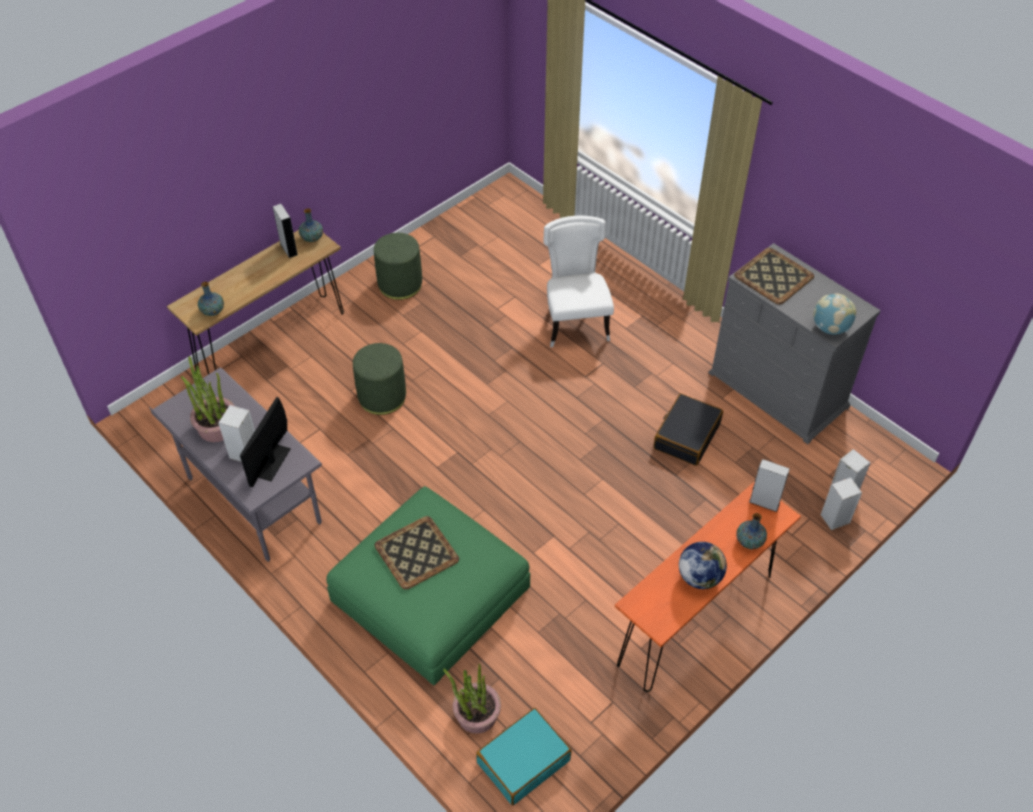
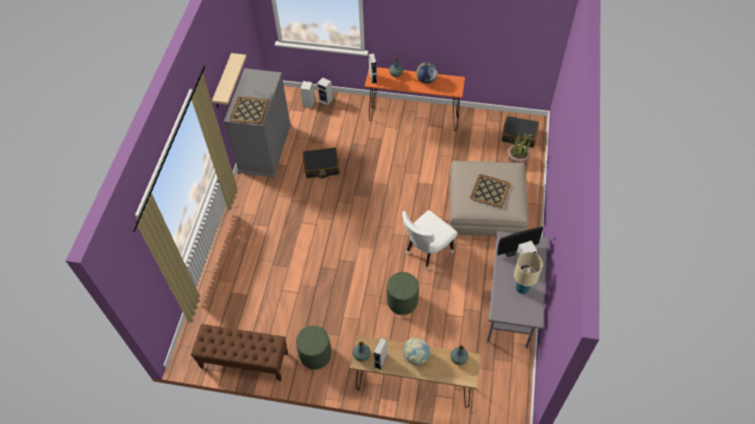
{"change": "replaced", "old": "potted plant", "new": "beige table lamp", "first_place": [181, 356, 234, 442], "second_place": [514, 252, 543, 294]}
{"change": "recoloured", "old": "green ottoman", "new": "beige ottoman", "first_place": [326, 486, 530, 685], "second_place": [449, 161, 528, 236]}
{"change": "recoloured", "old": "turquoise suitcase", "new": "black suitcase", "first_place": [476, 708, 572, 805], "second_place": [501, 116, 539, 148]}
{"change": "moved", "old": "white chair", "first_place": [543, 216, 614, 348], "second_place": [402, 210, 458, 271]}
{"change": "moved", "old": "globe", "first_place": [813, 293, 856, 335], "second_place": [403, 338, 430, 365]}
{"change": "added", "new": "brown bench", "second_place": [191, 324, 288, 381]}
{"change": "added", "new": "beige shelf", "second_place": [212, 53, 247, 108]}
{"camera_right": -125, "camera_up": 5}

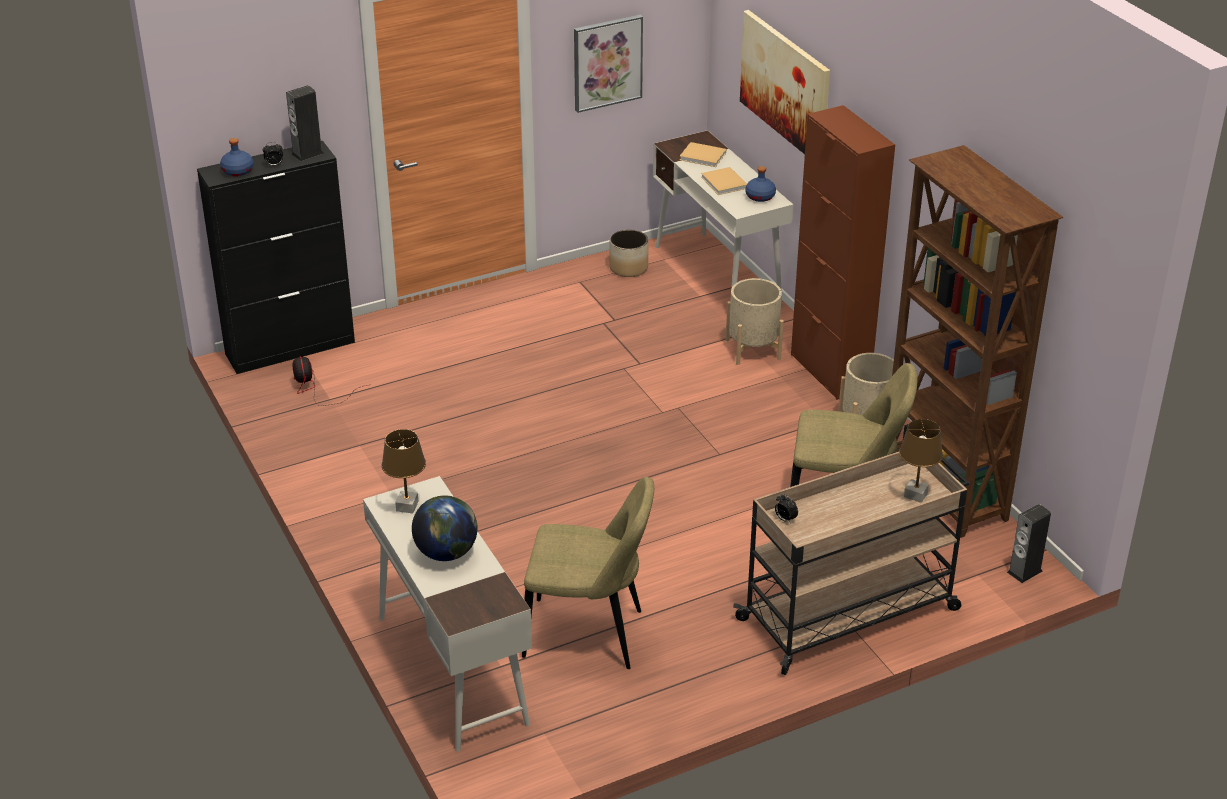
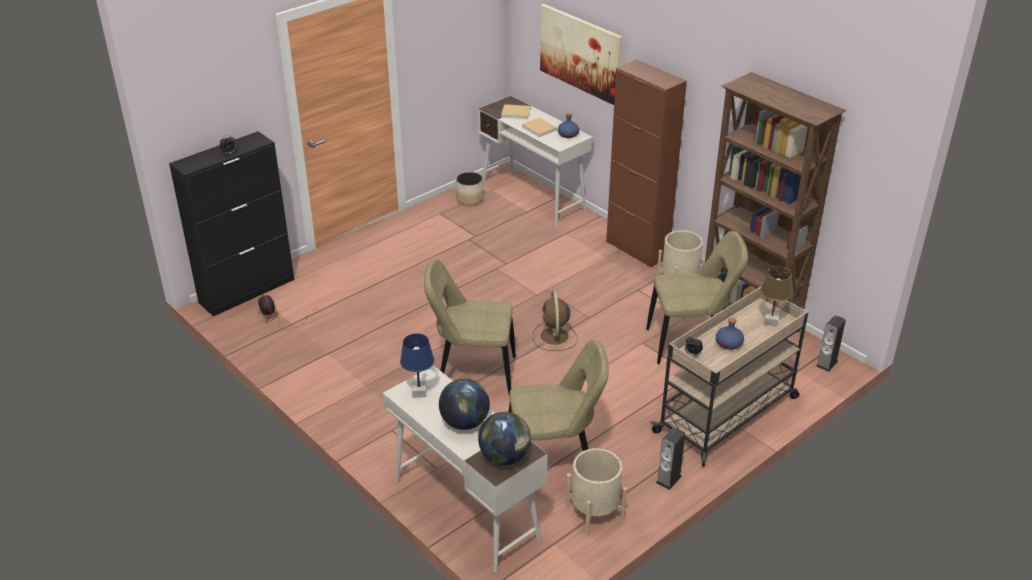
{"change": "moved", "old": "blue bottle", "first_place": [220, 138, 254, 177], "second_place": [716, 318, 744, 350]}
{"change": "moved", "old": "speaker", "first_place": [286, 85, 324, 161], "second_place": [656, 427, 685, 490]}
{"change": "recoloured", "old": "brown table lamp", "new": "blue table lamp", "first_place": [381, 429, 426, 513], "second_place": [400, 333, 434, 398]}
{"change": "removed", "old": "picture", "first_place": [574, 15, 643, 113]}
{"change": "moved", "old": "beige planter", "first_place": [726, 278, 784, 365], "second_place": [566, 448, 627, 534]}
{"change": "added", "new": "beige chair", "second_place": [424, 259, 516, 394]}
{"change": "added", "new": "globe", "second_place": [478, 412, 531, 465]}
{"change": "added", "new": "brown fan", "second_place": [533, 290, 578, 351]}
{"camera_right": -15, "camera_up": 0}

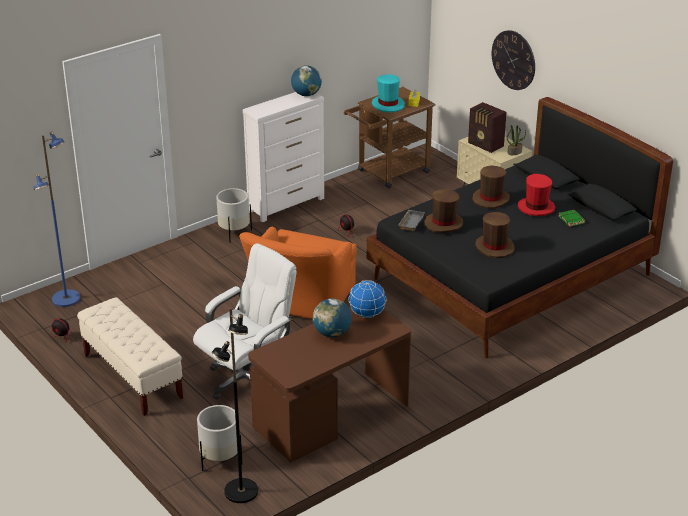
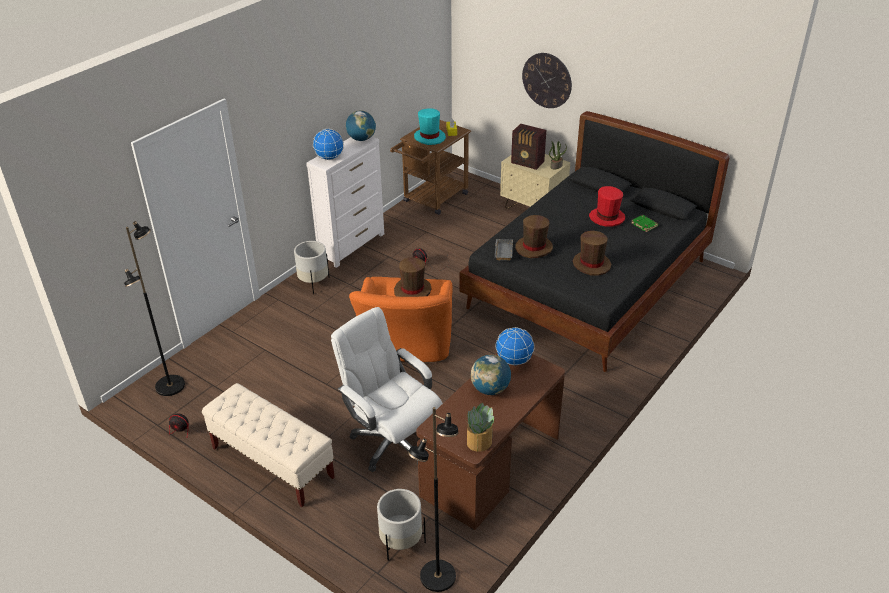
{"change": "recoloured", "old": "blue floor lamp", "new": "black floor lamp", "first_place": [33, 132, 80, 307], "second_place": [124, 221, 185, 396]}
{"change": "turned", "old": "white office chair", "first_place": [193, 244, 297, 400], "second_place": [331, 307, 443, 472], "degrees": -75}
{"change": "moved", "old": "brown hat", "first_place": [472, 166, 510, 209], "second_place": [394, 257, 431, 297]}
{"change": "added", "new": "globe", "second_place": [313, 129, 344, 160]}
{"change": "added", "new": "potted plant", "second_place": [463, 403, 494, 452]}
{"camera_right": -15, "camera_up": 5}

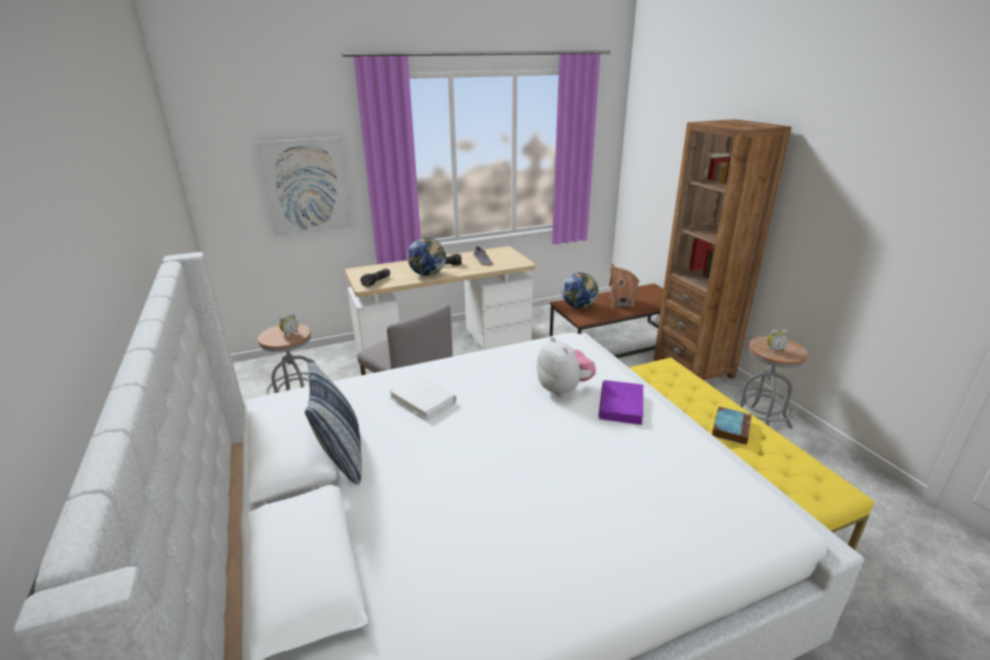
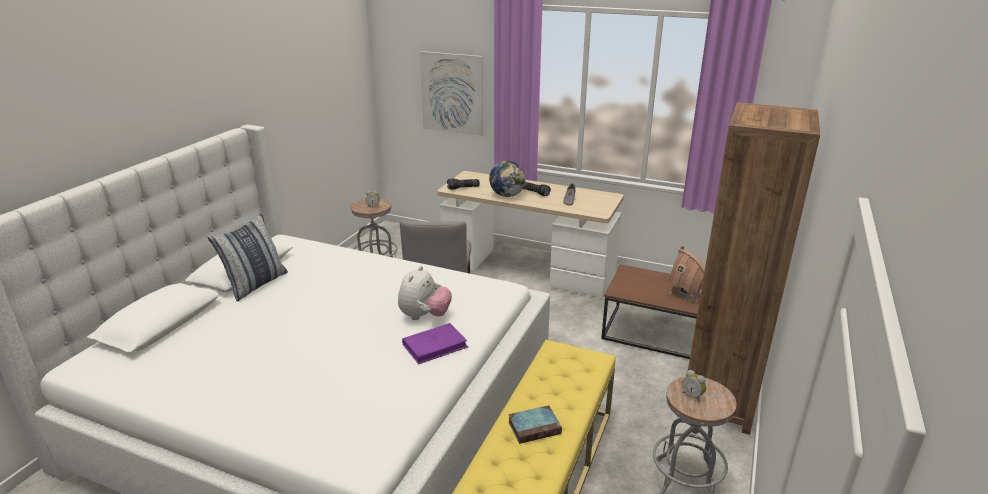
{"change": "removed", "old": "white book", "first_place": [389, 375, 457, 421]}
{"change": "removed", "old": "globe", "first_place": [562, 273, 598, 308]}
{"camera_right": 45, "camera_up": 0}

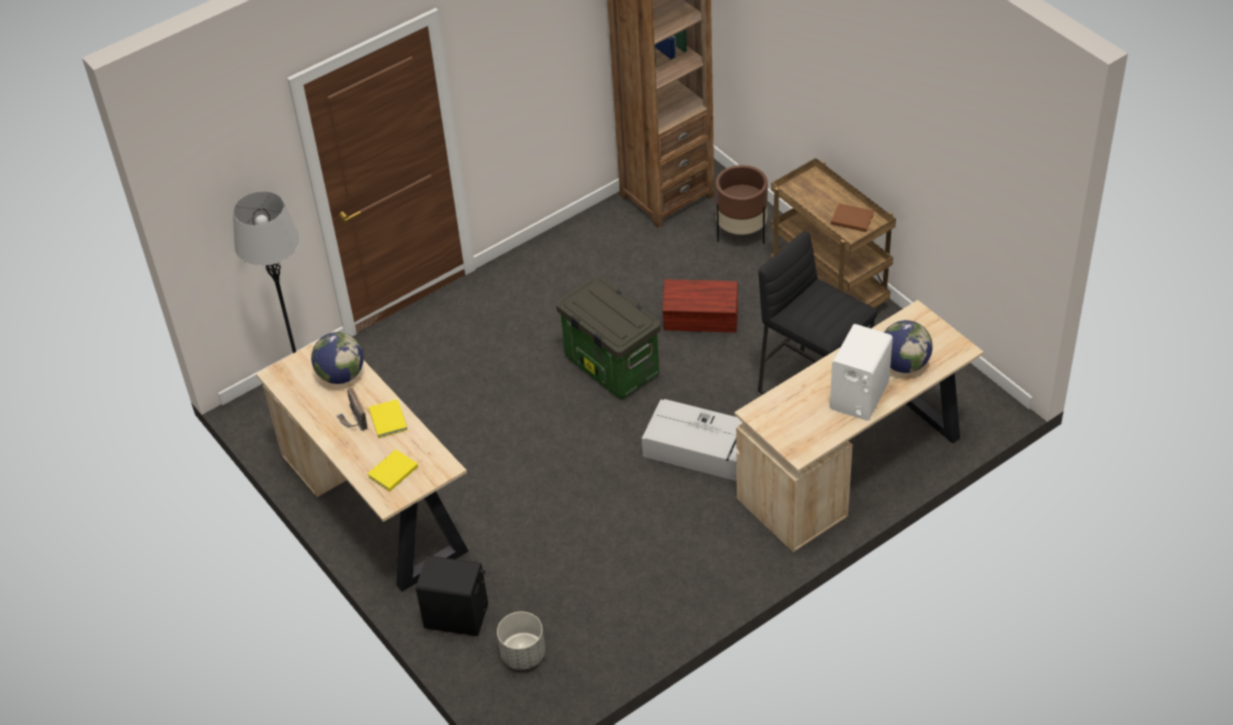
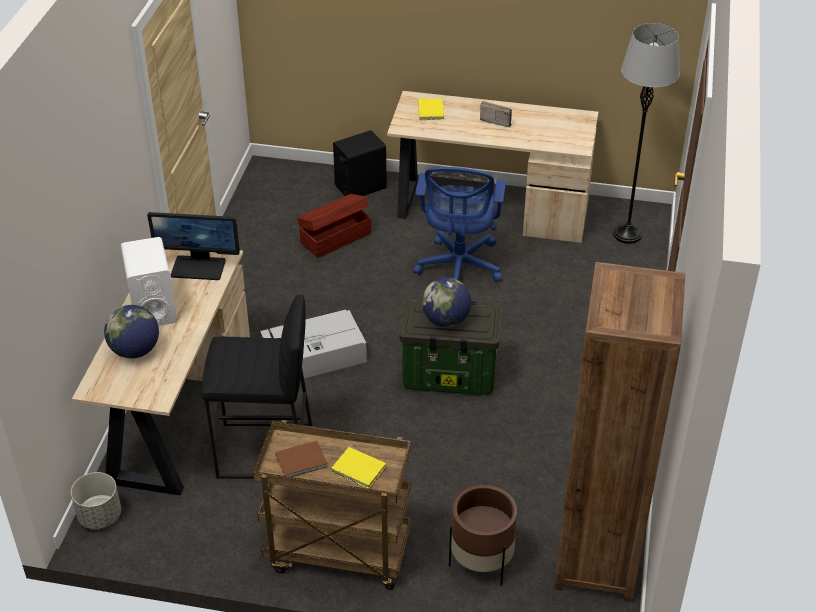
{"change": "moved", "old": "globe", "first_place": [311, 332, 364, 384], "second_place": [422, 277, 471, 327]}
{"change": "moved", "old": "yellow book", "first_place": [369, 399, 407, 438], "second_place": [331, 447, 386, 489]}
{"change": "moved", "old": "grey planter", "first_place": [497, 612, 545, 670], "second_place": [71, 472, 121, 529]}
{"change": "moved", "old": "brown storage box", "first_place": [663, 279, 738, 332], "second_place": [297, 194, 371, 258]}
{"change": "added", "new": "monitor", "second_place": [147, 212, 240, 280]}
{"change": "added", "new": "blue office chair", "second_place": [413, 167, 506, 282]}
{"camera_right": 135, "camera_up": -5}

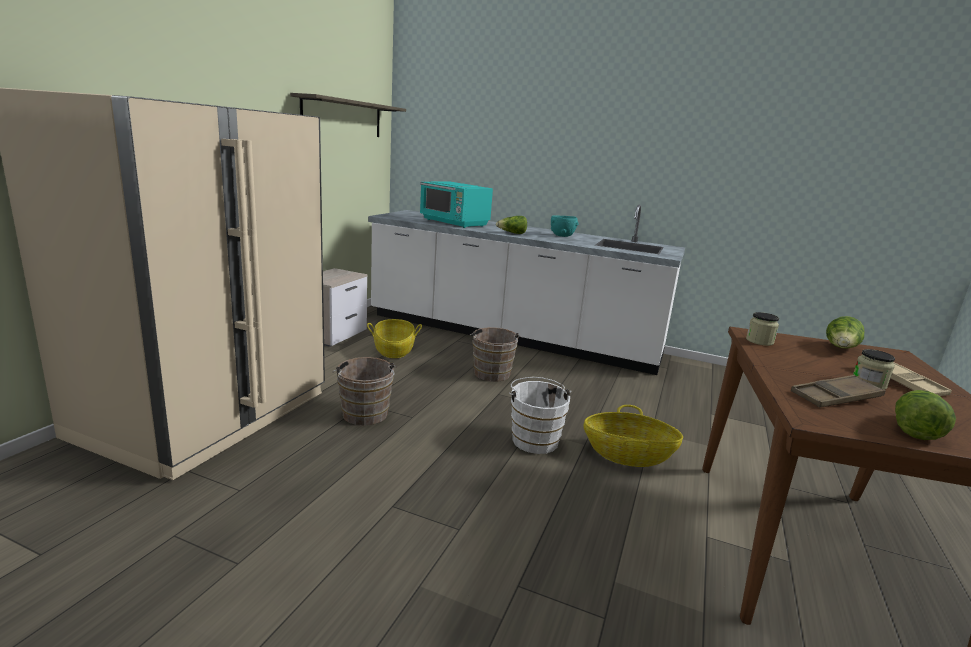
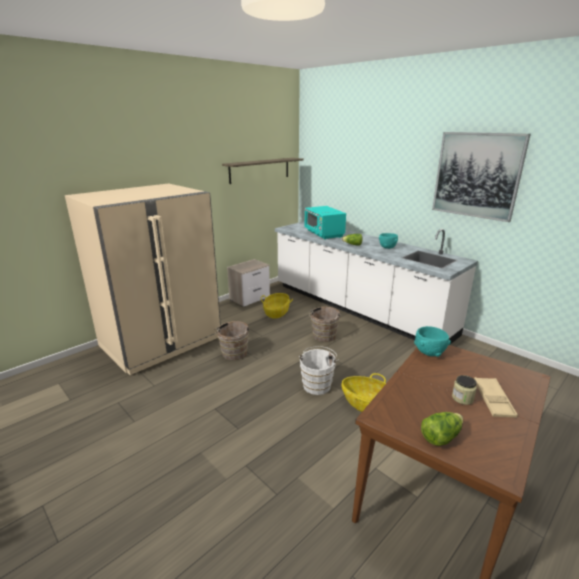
{"change": "replaced", "old": "jar", "new": "turquoise bowl", "first_place": [746, 312, 779, 346], "second_place": [414, 326, 451, 357]}
{"change": "removed", "old": "brown tray", "first_place": [791, 375, 886, 407]}
{"change": "removed", "old": "lettuce", "first_place": [826, 316, 865, 349]}
{"change": "added", "new": "picture", "second_place": [432, 132, 531, 222]}
{"camera_right": 25, "camera_up": 5}

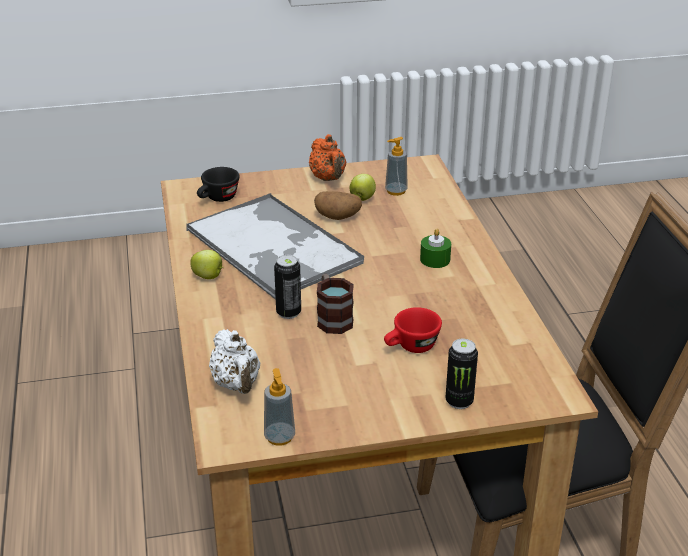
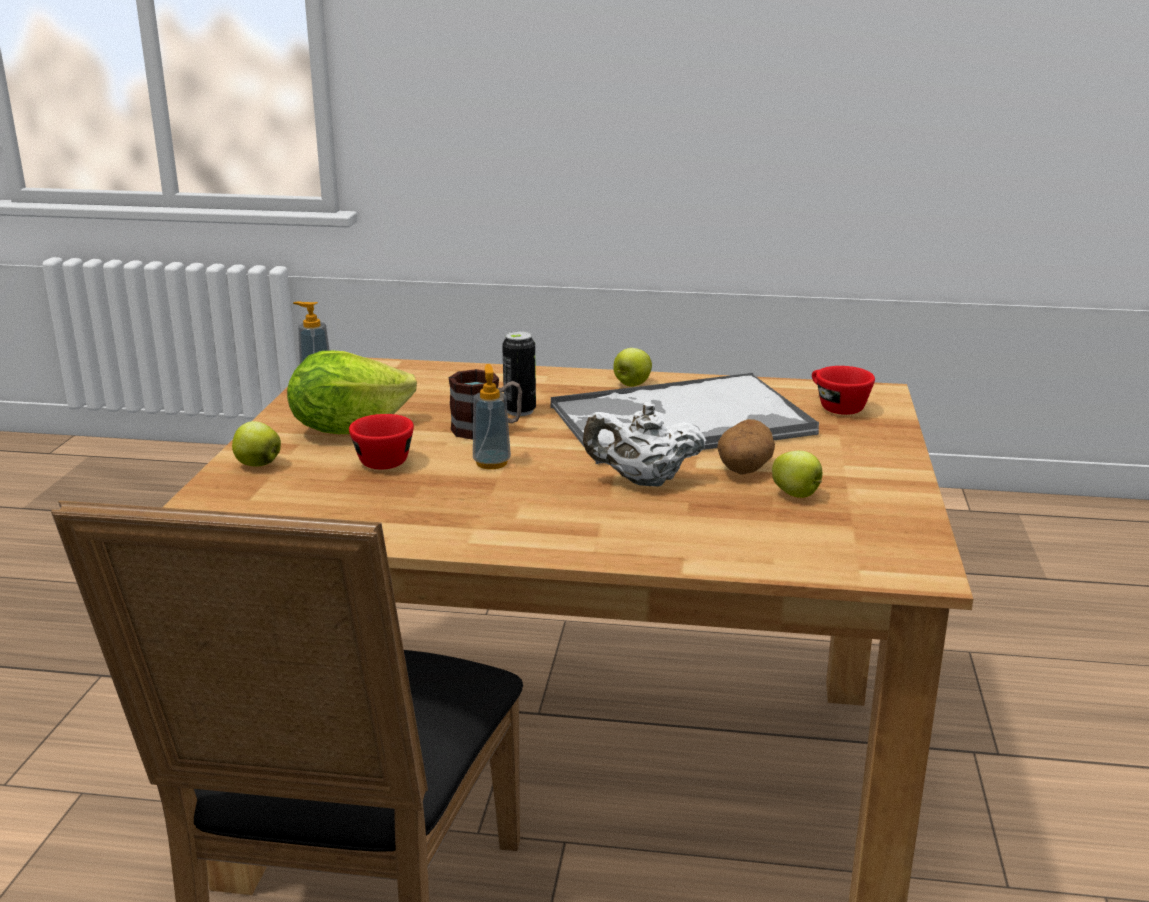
{"change": "recoloured", "old": "black cup", "new": "red cup", "first_place": [197, 167, 239, 202], "second_place": [812, 366, 875, 415]}
{"change": "moved", "old": "white teapot", "first_place": [209, 329, 260, 394], "second_place": [583, 402, 706, 487]}
{"change": "removed", "old": "orange teapot", "first_place": [309, 134, 346, 181]}
{"change": "moved", "old": "soap dispenser", "first_place": [385, 137, 408, 196], "second_place": [473, 364, 511, 469]}
{"change": "removed", "old": "green candle", "first_place": [420, 229, 451, 268]}
{"change": "replaced", "old": "can", "new": "apple", "first_place": [445, 339, 478, 409], "second_place": [232, 421, 281, 467]}
{"change": "added", "new": "lettuce", "second_place": [287, 351, 417, 434]}
{"camera_right": 110, "camera_up": -10}

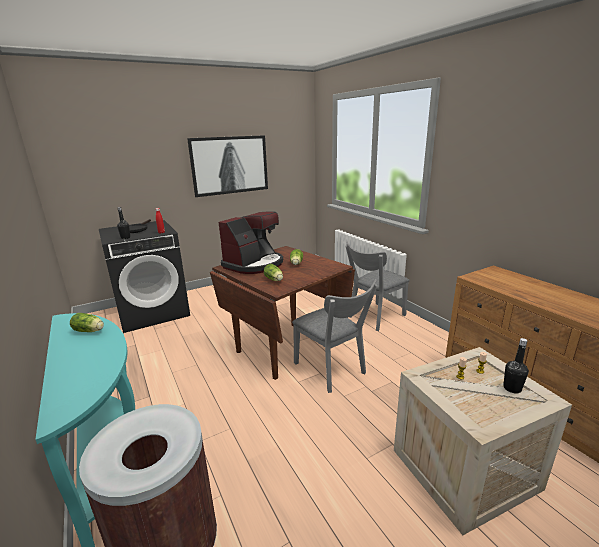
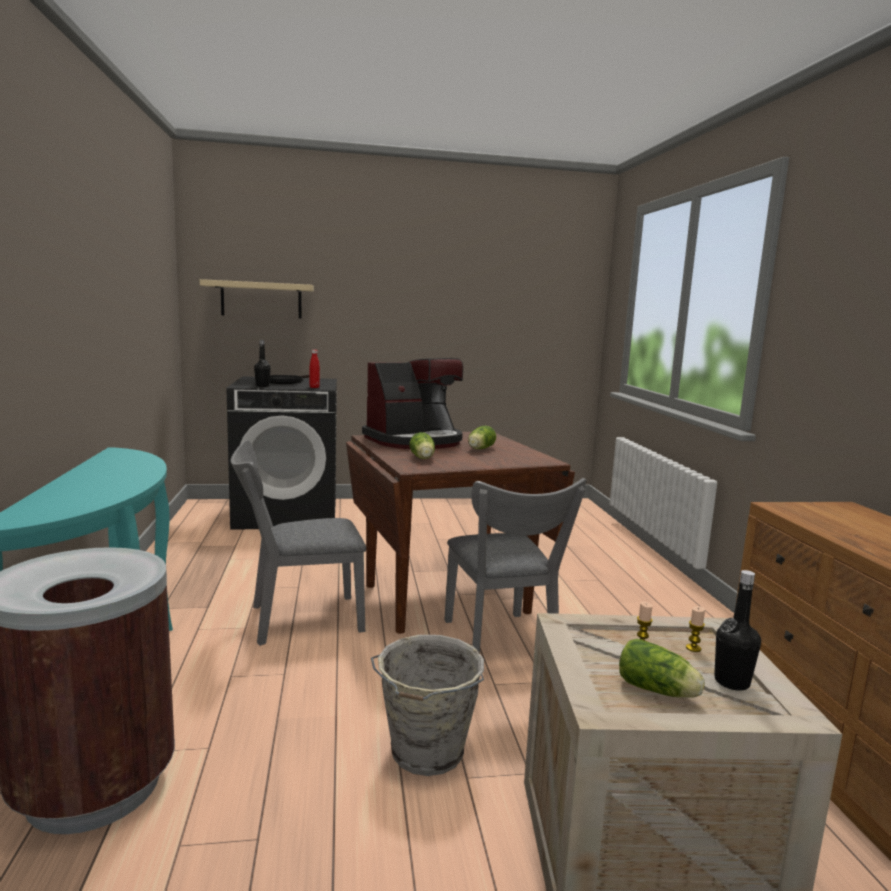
{"change": "moved", "old": "lettuce", "first_place": [70, 313, 104, 332], "second_place": [619, 639, 705, 698]}
{"change": "removed", "old": "picture", "first_place": [187, 135, 268, 197]}
{"change": "moved", "old": "grey chair", "first_place": [345, 241, 409, 331], "second_place": [231, 440, 366, 646]}
{"change": "added", "new": "beige shelf", "second_place": [200, 279, 314, 319]}
{"change": "added", "new": "grey bucket", "second_place": [371, 635, 484, 776]}
{"camera_right": 20, "camera_up": -10}

